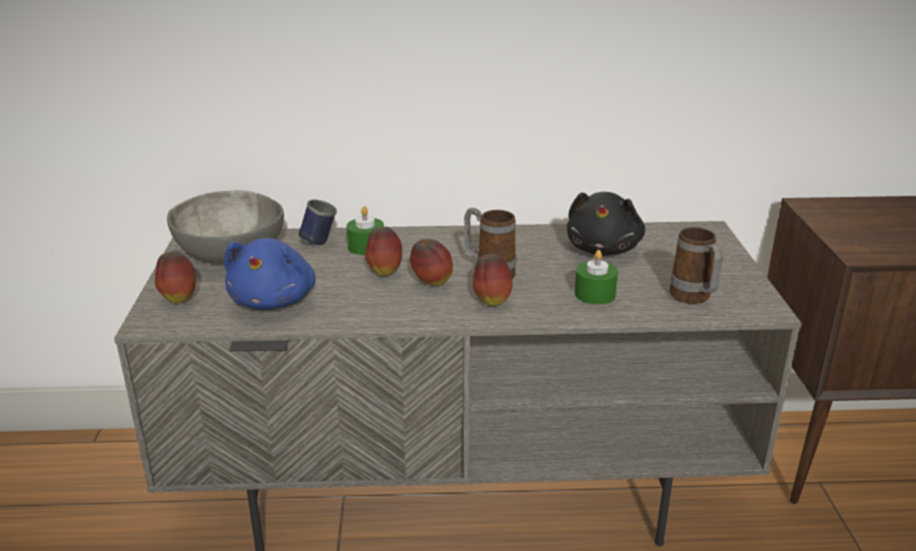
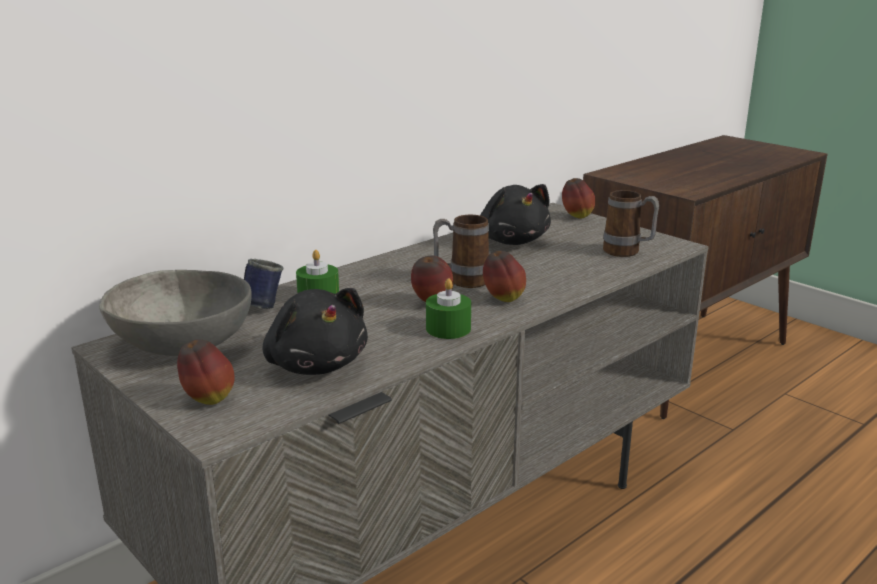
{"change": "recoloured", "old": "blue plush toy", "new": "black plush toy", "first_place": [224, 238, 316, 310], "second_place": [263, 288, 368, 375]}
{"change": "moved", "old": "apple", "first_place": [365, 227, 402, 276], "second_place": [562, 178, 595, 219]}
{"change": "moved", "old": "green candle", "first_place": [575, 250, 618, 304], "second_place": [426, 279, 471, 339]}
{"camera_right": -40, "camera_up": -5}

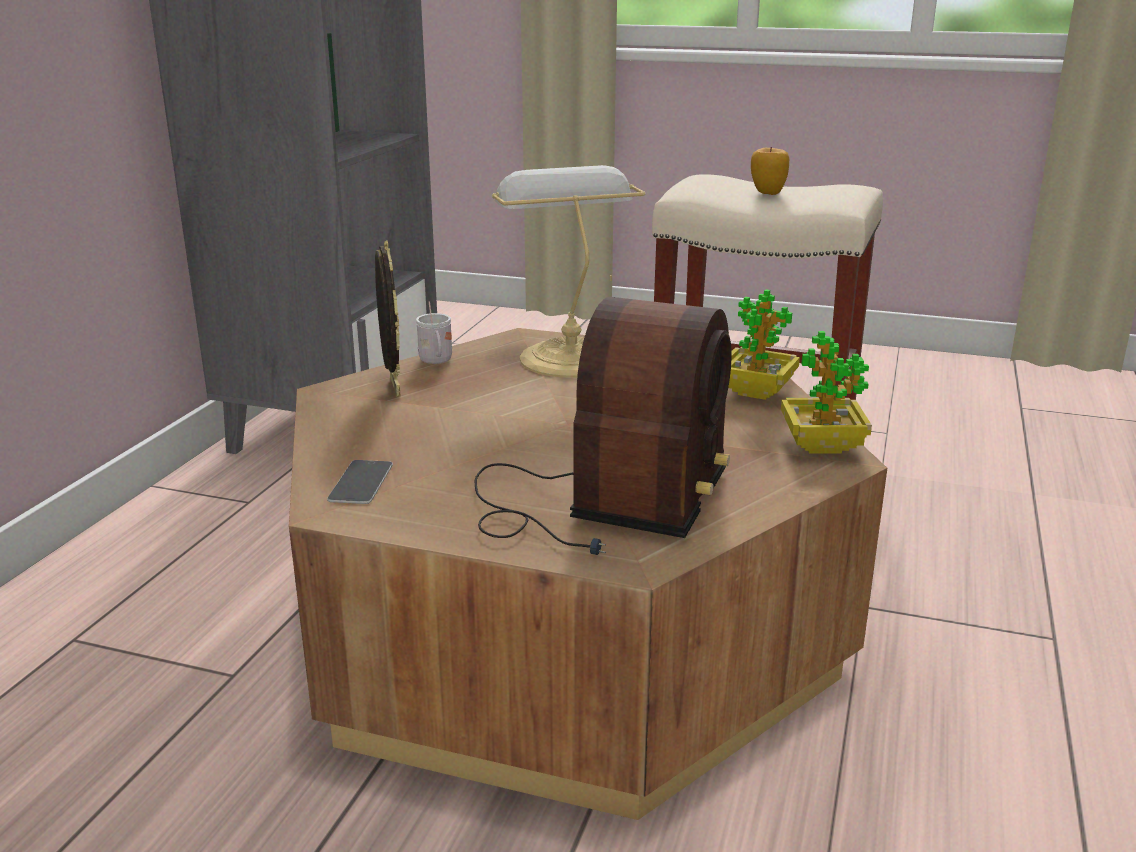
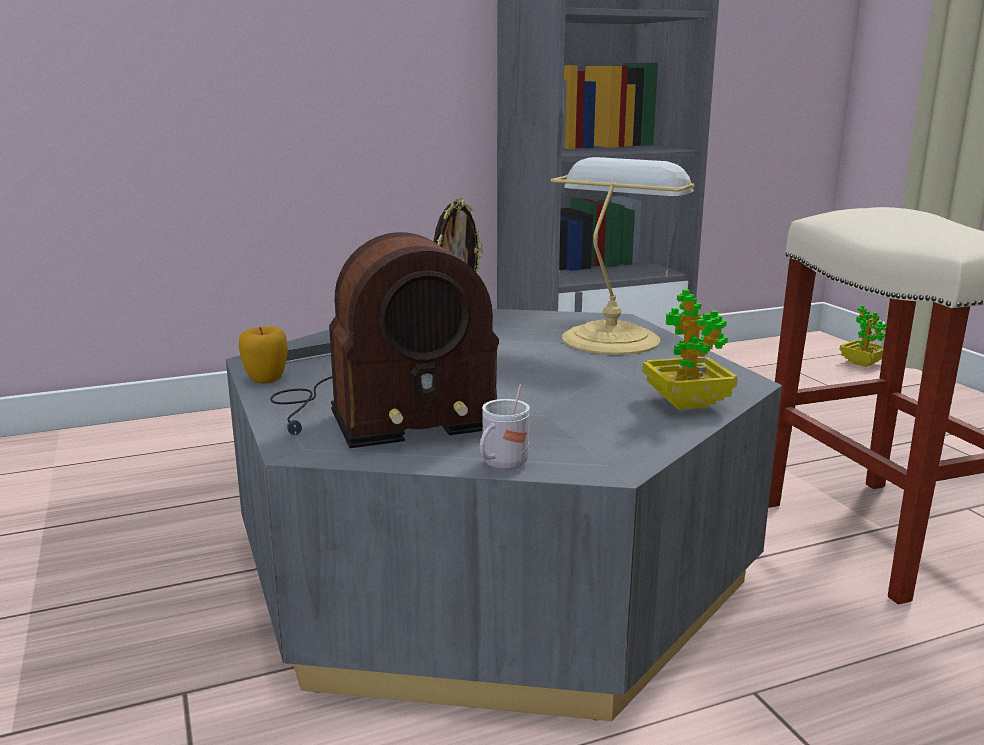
{"change": "recoloured", "old": "brown coffee table", "new": "grey coffee table", "first_place": [289, 328, 887, 820], "second_place": [226, 309, 782, 721]}
{"change": "moved", "old": "white mug", "first_place": [416, 301, 452, 364], "second_place": [480, 384, 530, 469]}
{"change": "moved", "old": "apple", "first_place": [751, 147, 789, 195], "second_place": [239, 326, 288, 384]}
{"change": "moved", "old": "potted plant", "first_place": [781, 331, 872, 453], "second_place": [839, 306, 886, 367]}
{"camera_right": 50, "camera_up": -5}

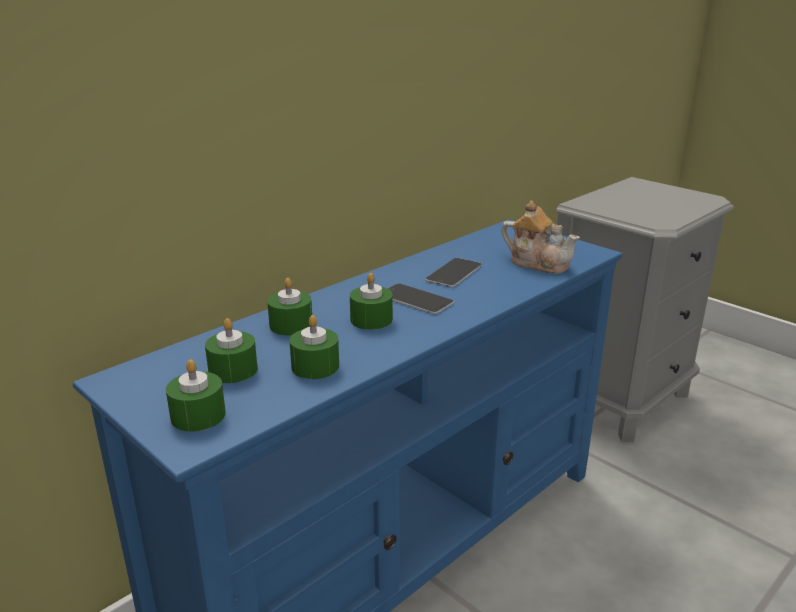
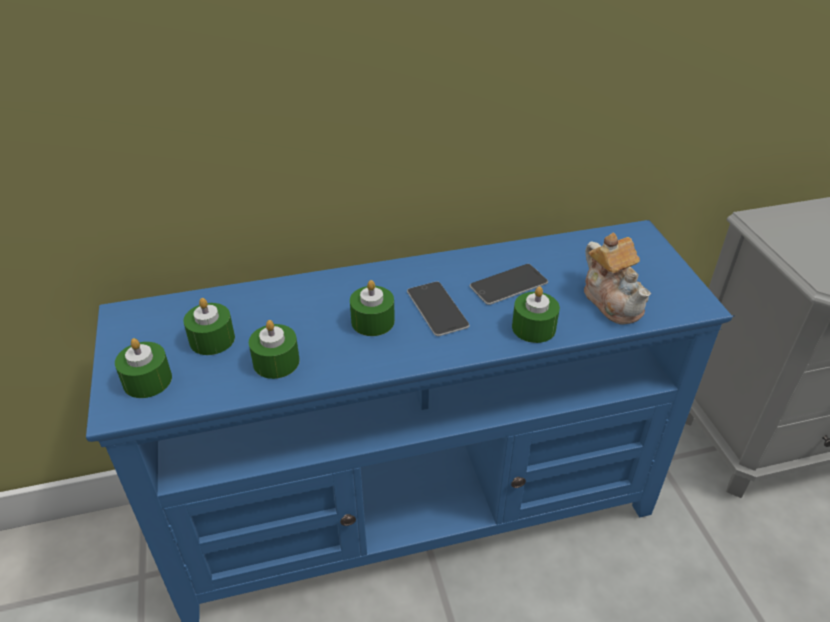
{"change": "moved", "old": "green candle", "first_place": [267, 278, 312, 335], "second_place": [512, 286, 560, 343]}
{"camera_right": 30, "camera_up": 15}

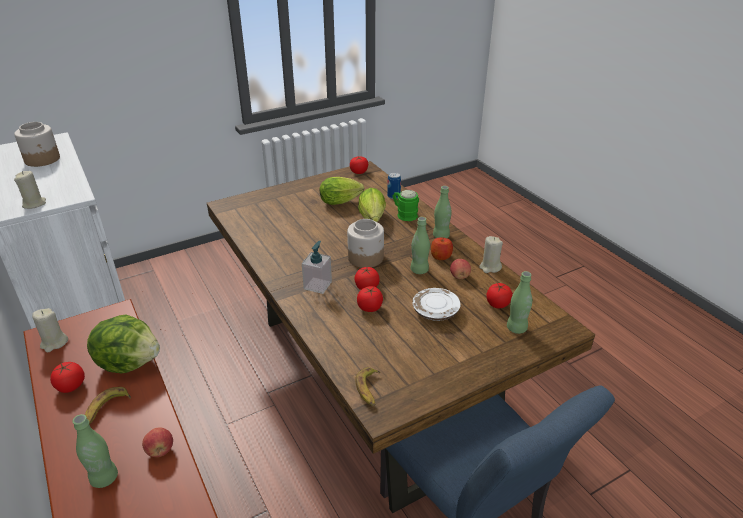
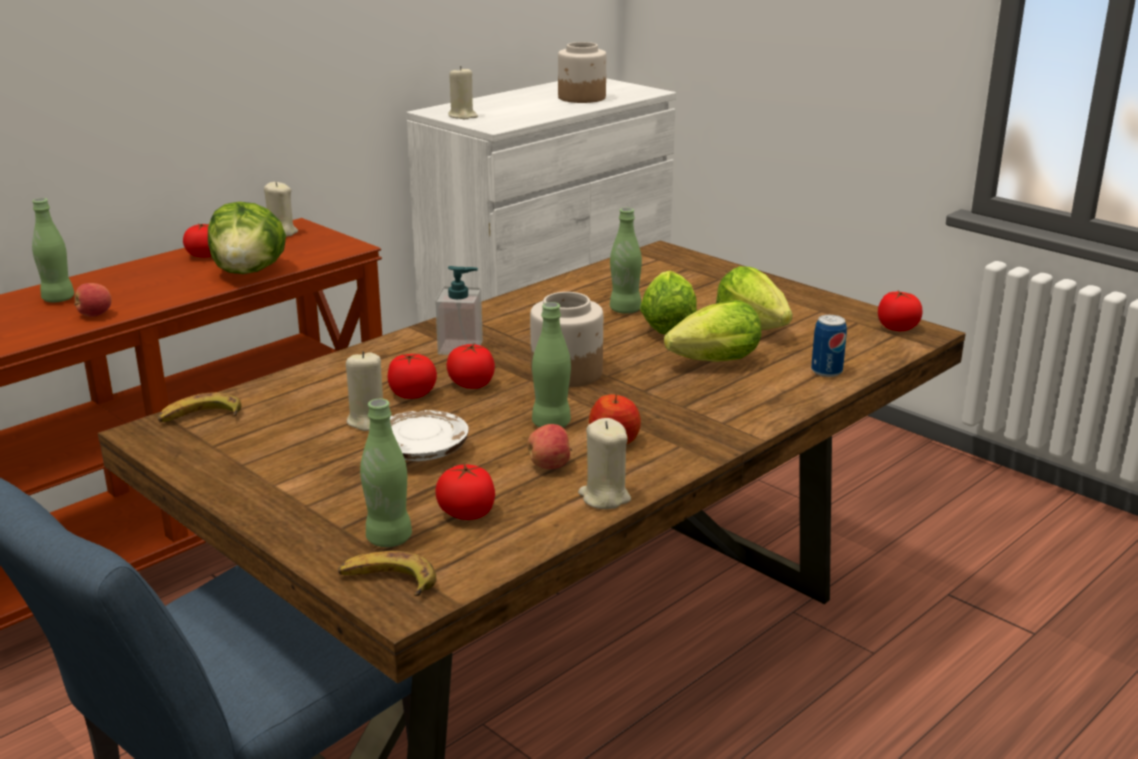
{"change": "moved", "old": "banana", "first_place": [85, 387, 131, 424], "second_place": [338, 551, 436, 596]}
{"change": "removed", "old": "green mug", "first_place": [393, 190, 419, 221]}
{"change": "moved", "old": "green bottle", "first_place": [433, 186, 451, 238], "second_place": [610, 208, 642, 314]}
{"change": "added", "new": "beige candle", "second_place": [346, 351, 383, 431]}
{"change": "added", "new": "lettuce", "second_place": [640, 270, 697, 335]}
{"camera_right": 75, "camera_up": -10}

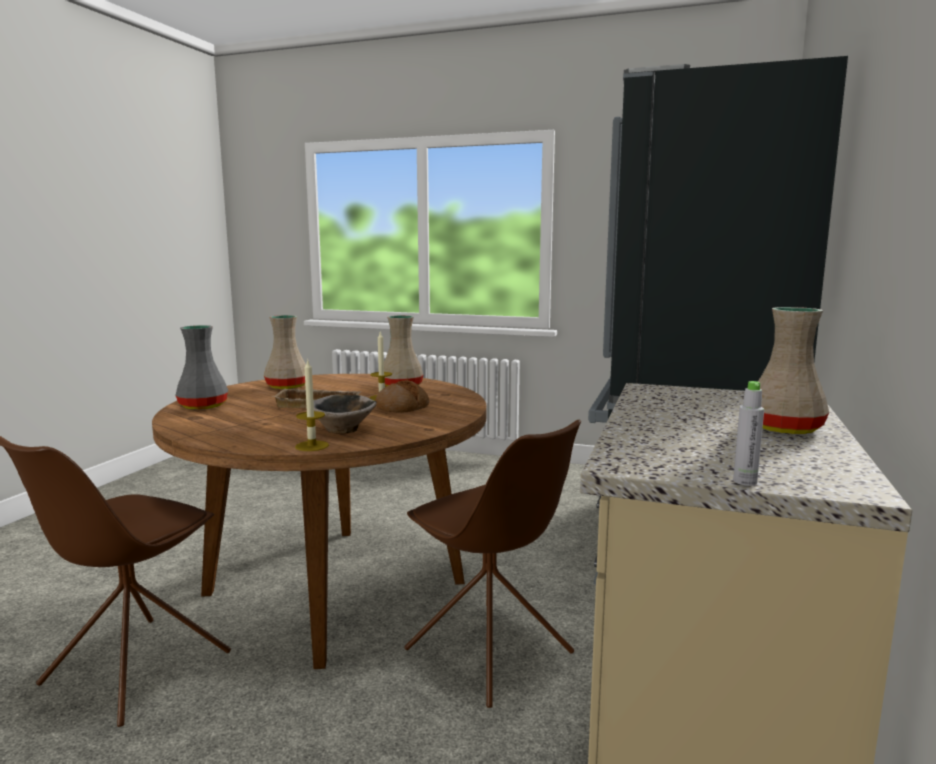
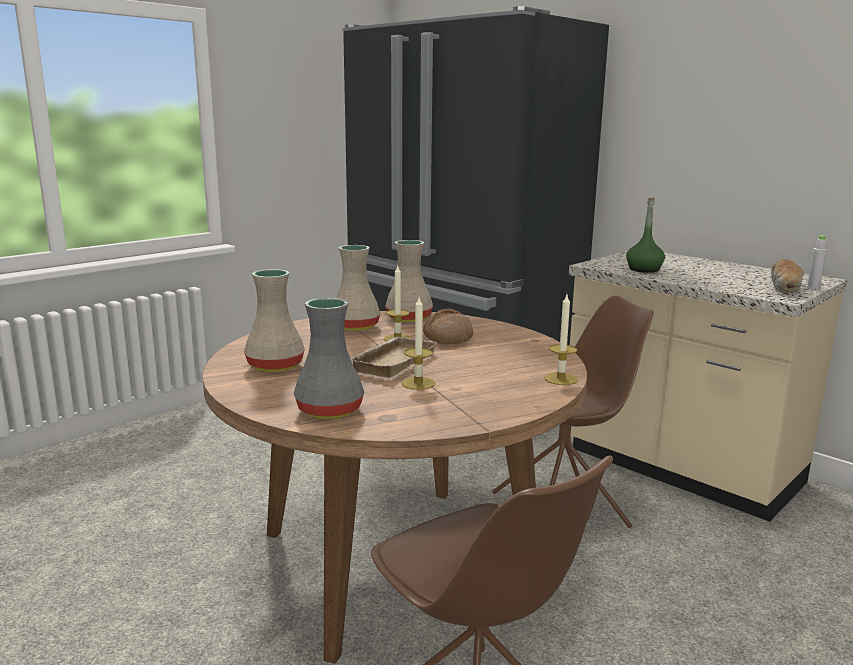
{"change": "removed", "old": "bowl", "first_place": [314, 395, 377, 434]}
{"change": "moved", "old": "beige vase", "first_place": [758, 307, 829, 434], "second_place": [385, 240, 433, 322]}
{"change": "added", "new": "candle", "second_place": [402, 297, 435, 390]}
{"change": "added", "new": "green bottle", "second_place": [626, 198, 665, 273]}
{"change": "added", "new": "bread", "second_place": [771, 259, 804, 293]}
{"camera_right": -65, "camera_up": 5}

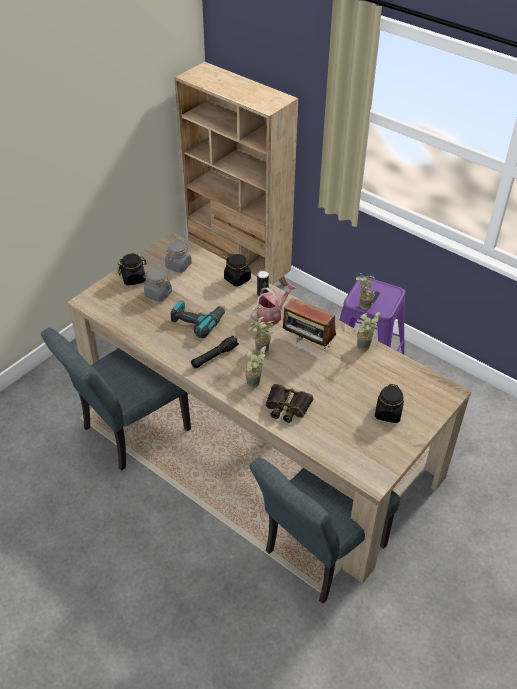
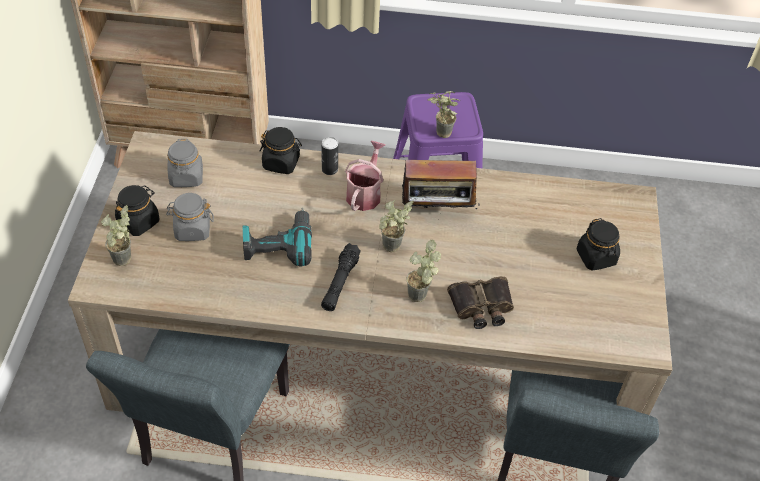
{"change": "moved", "old": "potted plant", "first_place": [357, 311, 381, 351], "second_place": [101, 205, 131, 266]}
{"camera_right": -35, "camera_up": 5}

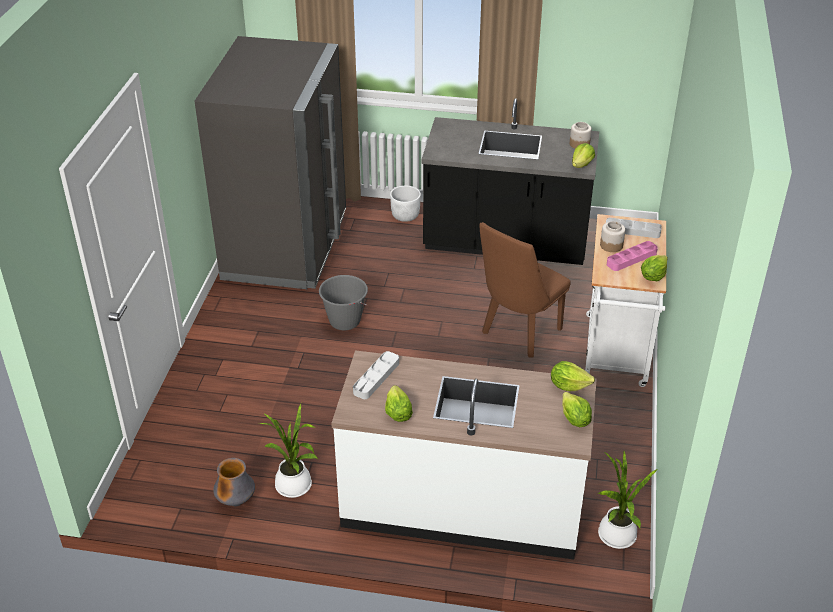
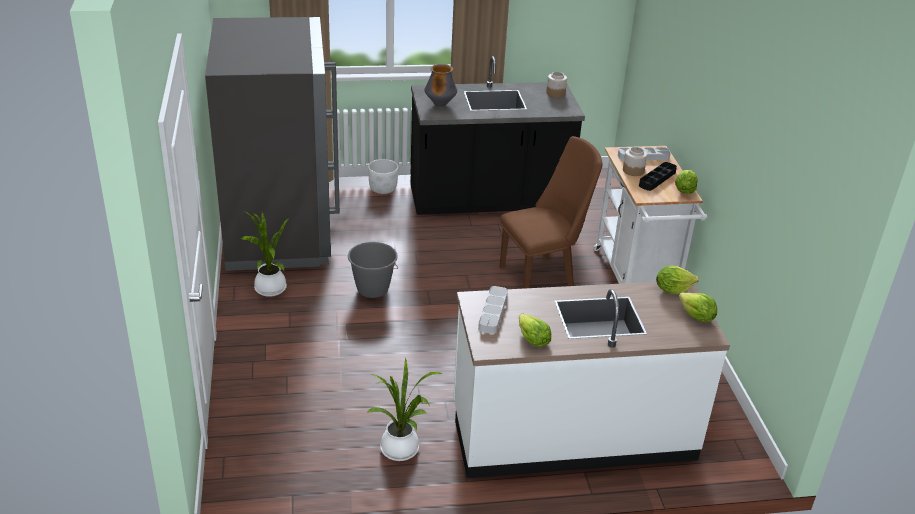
{"change": "moved", "old": "vase", "first_place": [213, 458, 255, 506], "second_place": [424, 64, 457, 107]}
{"change": "turned", "old": "brown chair", "first_place": [479, 222, 571, 358], "second_place": [500, 136, 602, 289], "degrees": -135}
{"change": "removed", "old": "lettuce", "first_place": [572, 143, 595, 168]}
{"change": "moved", "old": "potted plant", "first_place": [597, 452, 658, 549], "second_place": [240, 212, 289, 297]}
{"change": "recoloured", "old": "pink tray", "new": "black tray", "first_place": [607, 241, 658, 271], "second_place": [639, 162, 677, 191]}
{"camera_right": -20, "camera_up": -5}

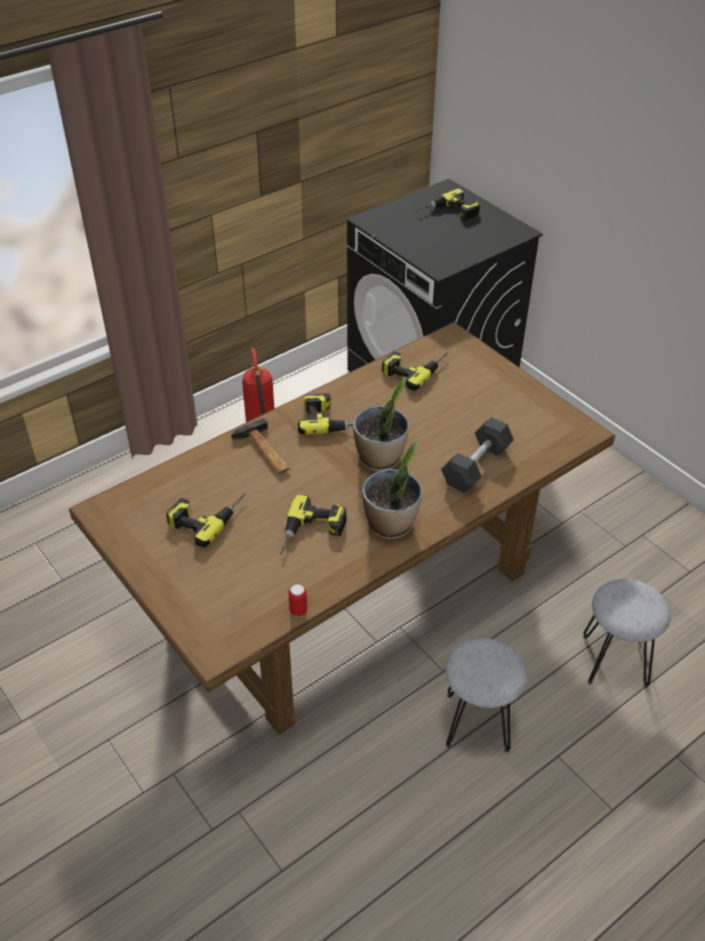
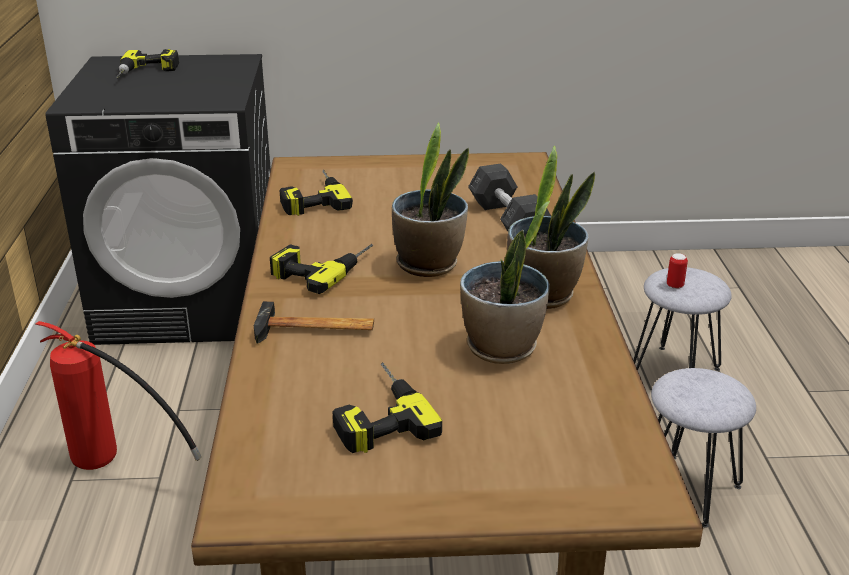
{"change": "replaced", "old": "power drill", "new": "potted plant", "first_place": [280, 494, 346, 555], "second_place": [460, 201, 550, 364]}
{"change": "moved", "old": "can", "first_place": [288, 584, 307, 617], "second_place": [667, 253, 688, 289]}
{"camera_right": -55, "camera_up": -15}

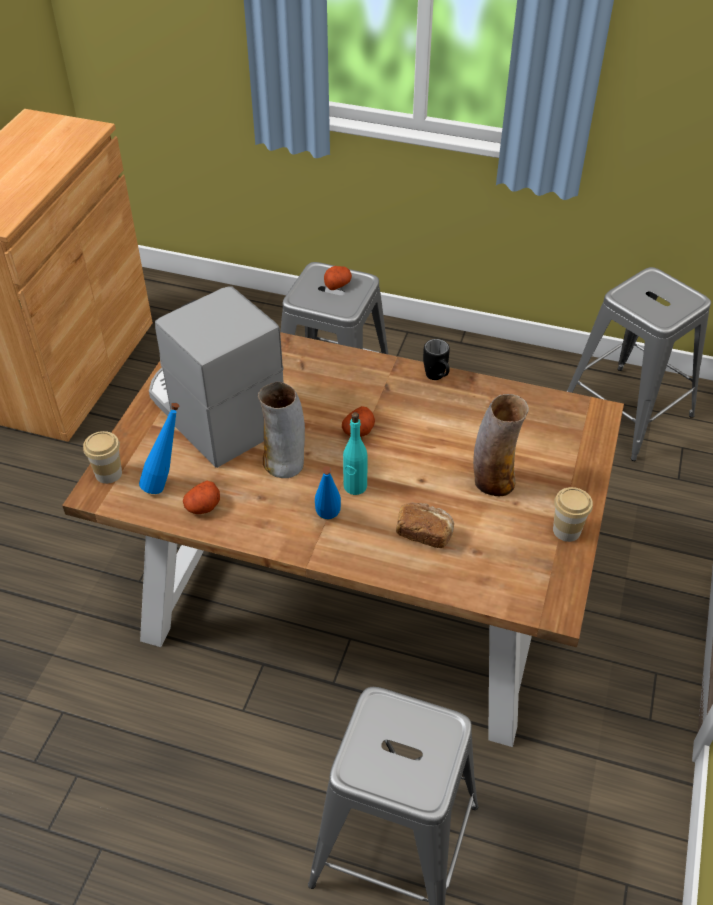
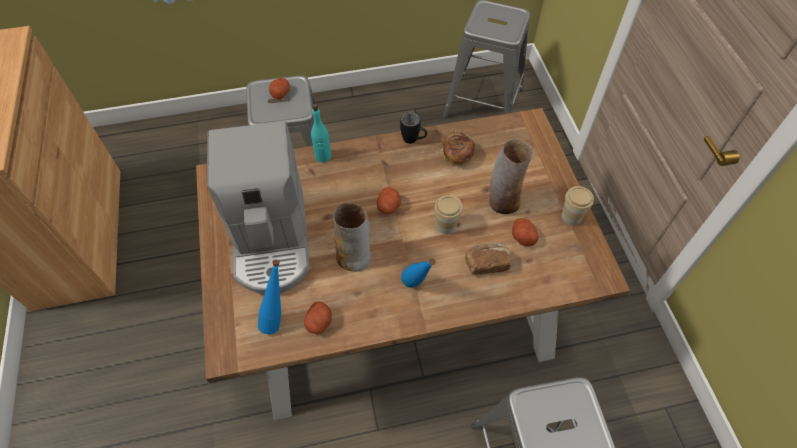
{"change": "moved", "old": "cup", "first_place": [83, 431, 122, 484], "second_place": [434, 195, 463, 234]}
{"change": "turned", "old": "coffee machine", "first_place": [149, 286, 284, 468], "second_place": [207, 121, 310, 294], "degrees": -120}
{"change": "moved", "old": "turquoise bottle", "first_place": [343, 412, 368, 495], "second_place": [311, 103, 332, 163]}
{"change": "added", "new": "bread", "second_place": [441, 131, 475, 165]}
{"change": "added", "new": "potato", "second_place": [512, 218, 538, 246]}
{"camera_right": -30, "camera_up": 10}

